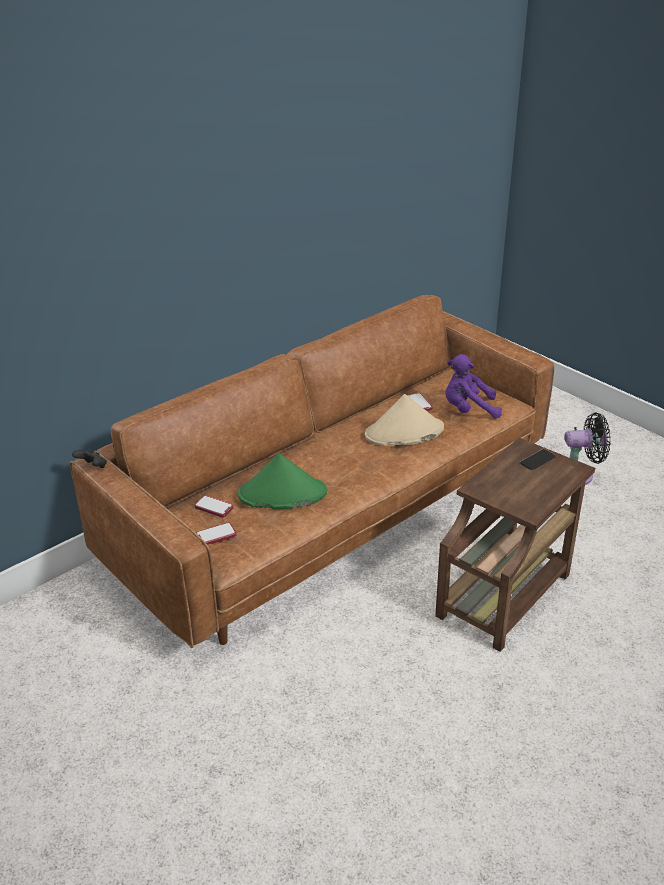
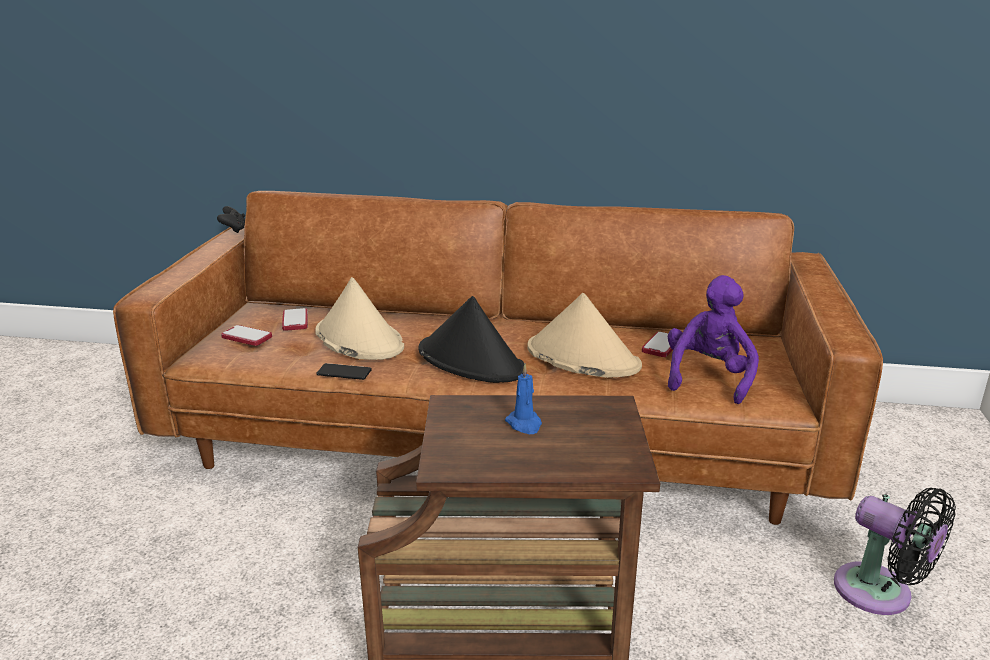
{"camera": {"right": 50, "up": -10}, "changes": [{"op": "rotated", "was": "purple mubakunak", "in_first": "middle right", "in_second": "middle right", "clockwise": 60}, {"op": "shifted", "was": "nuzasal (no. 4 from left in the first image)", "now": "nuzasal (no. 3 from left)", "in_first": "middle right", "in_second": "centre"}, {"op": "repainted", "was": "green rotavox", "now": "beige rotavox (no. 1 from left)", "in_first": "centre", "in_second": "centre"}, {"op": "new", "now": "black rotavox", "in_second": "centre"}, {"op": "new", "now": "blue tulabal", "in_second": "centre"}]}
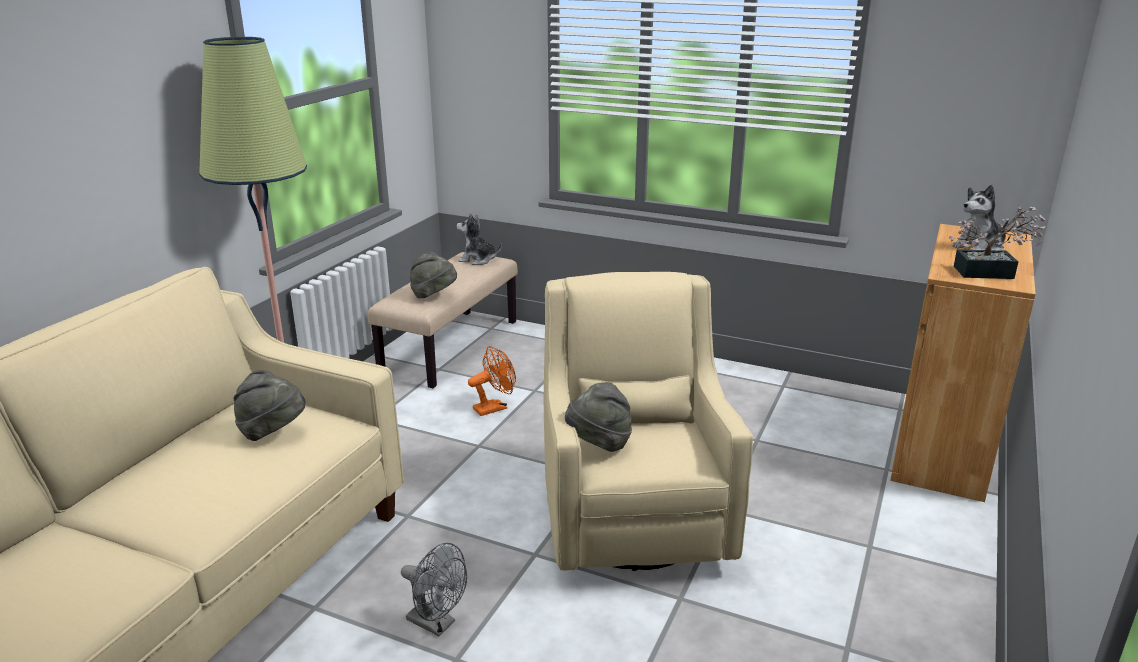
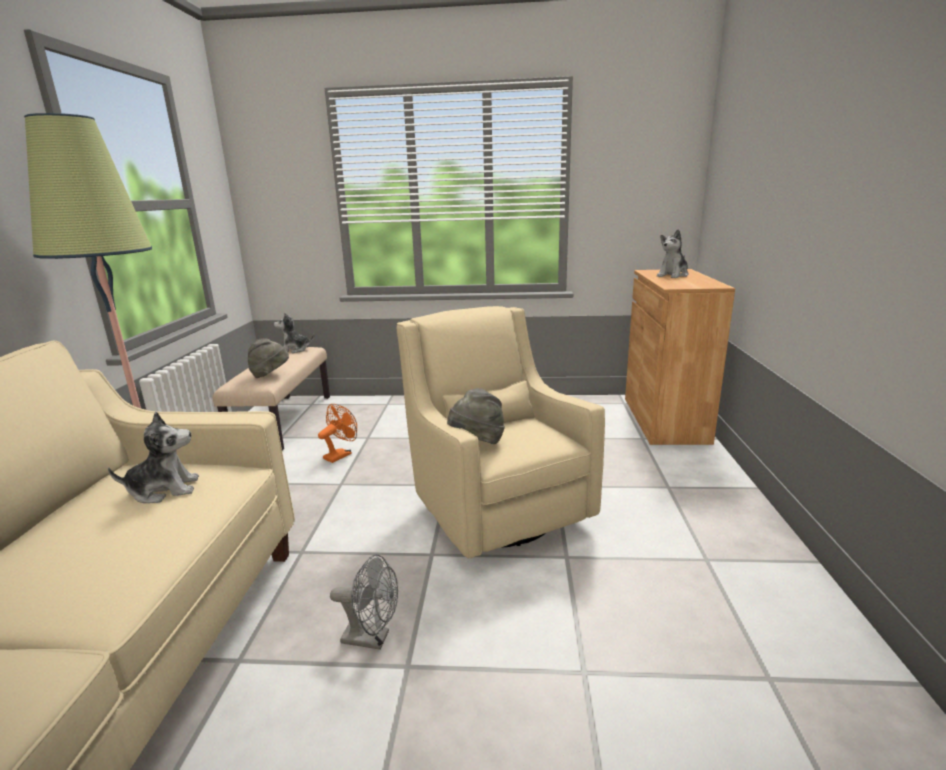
{"camera": {"right": -20, "up": -5}, "changes": [{"op": "gone", "was": "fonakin", "in_first": "middle right"}, {"op": "swapped", "was": "grey rotavox (no. 1 from left)", "now": "mubakunak (no. 1 from left)", "in_first": "middle left", "in_second": "middle left"}]}
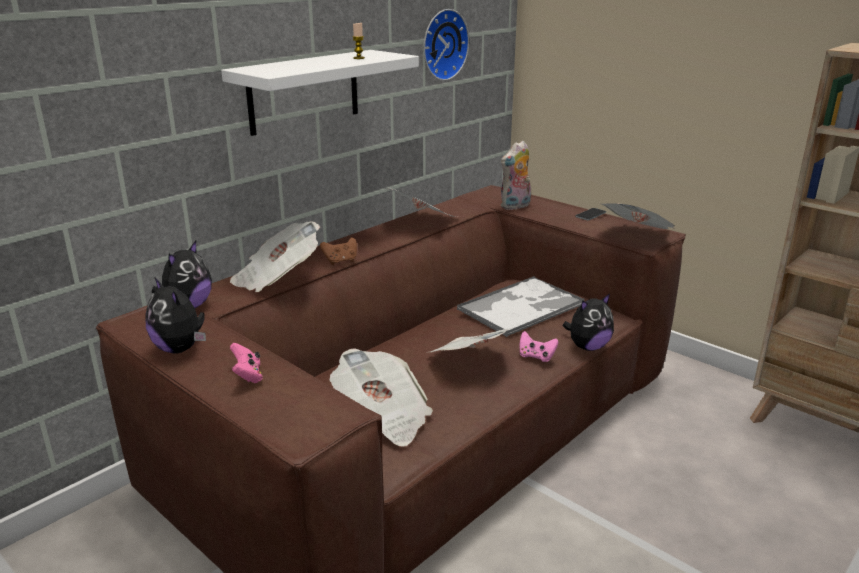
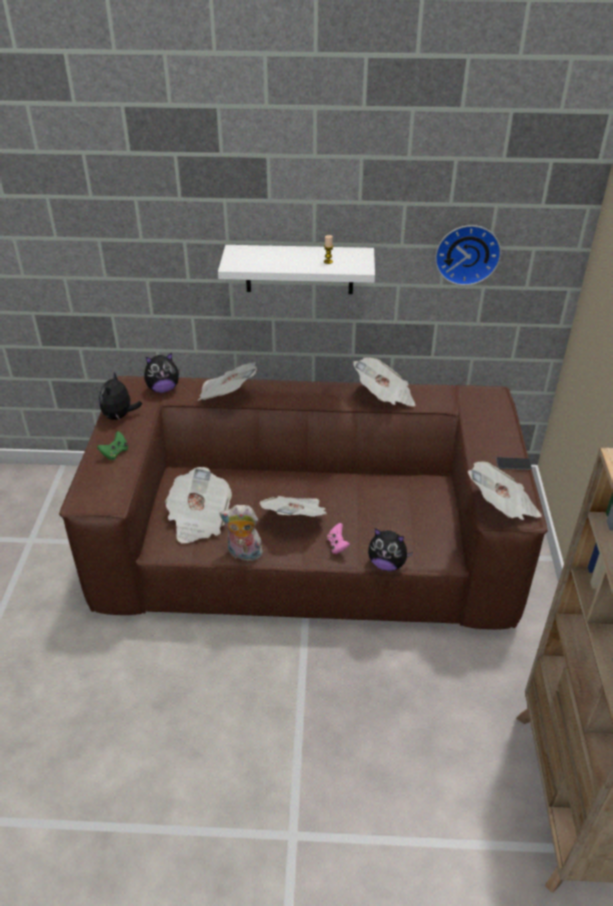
{"camera": {"right": 50, "up": 15}, "changes": [{"op": "shifted", "was": "mubakunak (no. 3 from left)", "in_first": "top centre", "in_second": "centre"}, {"op": "gone", "was": "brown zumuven", "in_first": "centre"}, {"op": "gone", "was": "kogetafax", "in_first": "centre"}, {"op": "repainted", "was": "pink zumuven (no. 1 from left)", "now": "green zumuven", "in_first": "middle left", "in_second": "middle left"}]}
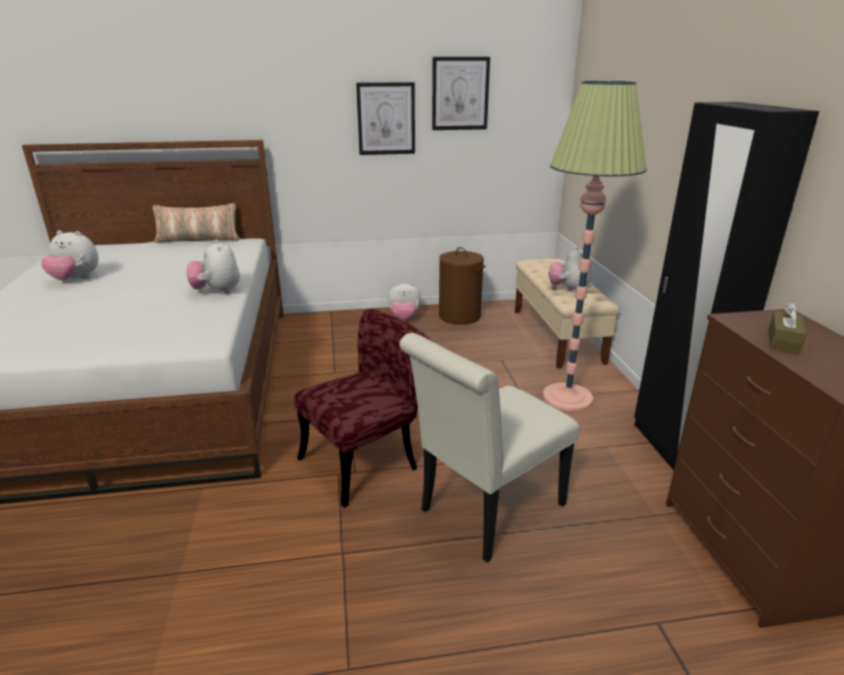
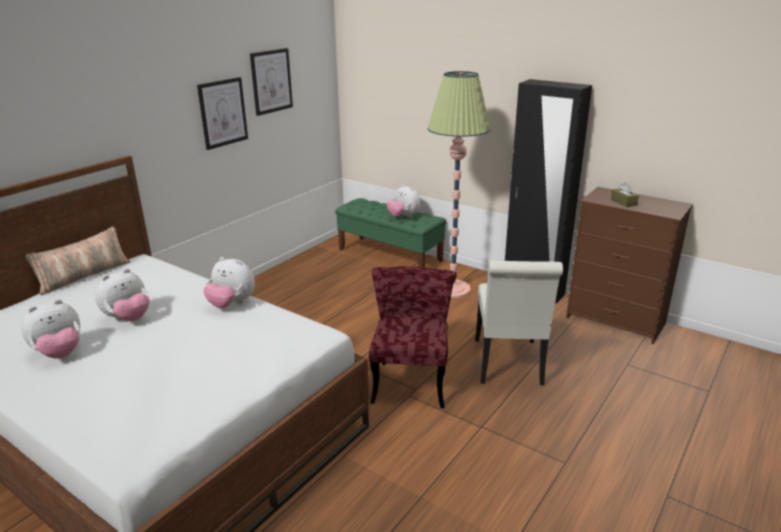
{"camera": {"right": -45, "up": 0}, "changes": [{"op": "gone", "was": "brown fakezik", "in_first": "centre"}, {"op": "repainted", "was": "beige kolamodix", "now": "green kolamodix", "in_first": "middle right", "in_second": "centre"}, {"op": "shifted", "was": "mubakunak (no. 3 from left in the first image)", "now": "mubakunak (no. 2 from left)", "in_first": "centre", "in_second": "middle left"}]}
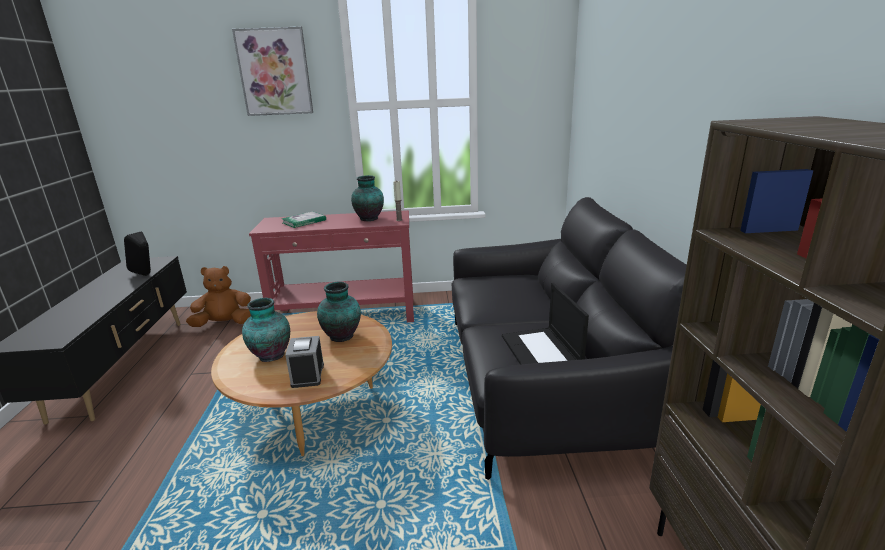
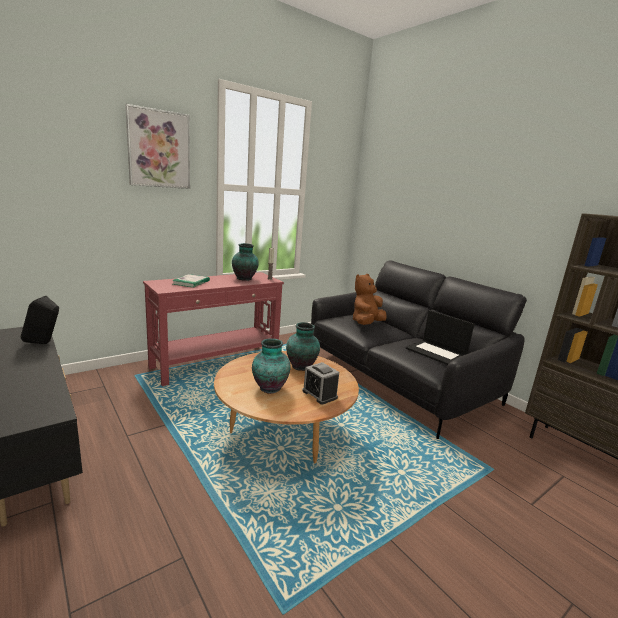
{"camera": {"right": -35, "up": -5}, "changes": [{"op": "shifted", "was": "brown mubakunak", "in_first": "middle left", "in_second": "centre"}]}
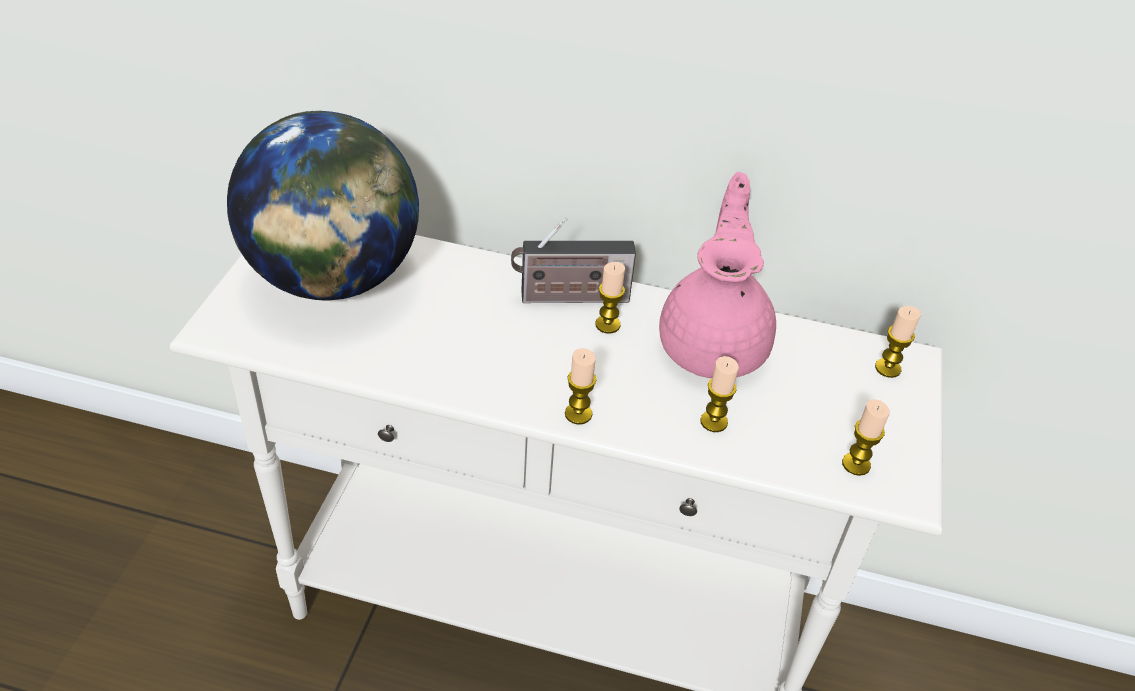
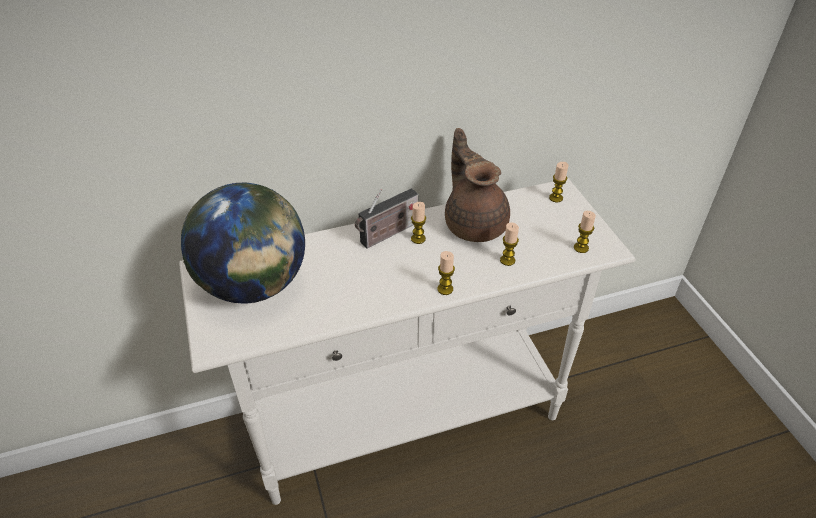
{"camera": {"right": -30, "up": 0}, "changes": [{"op": "repainted", "was": "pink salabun", "now": "brown salabun", "in_first": "centre", "in_second": "centre"}]}
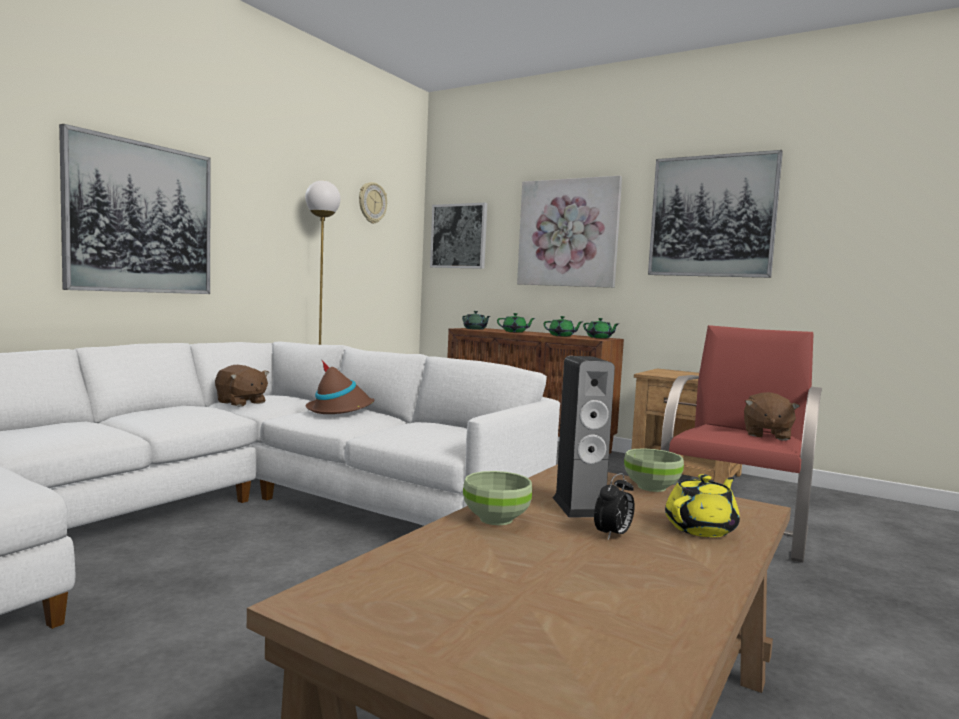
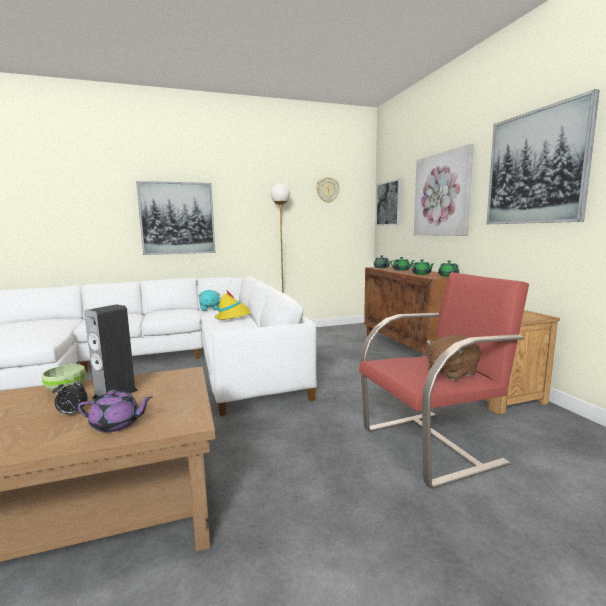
{"camera": {"right": 40, "up": 5}, "changes": [{"op": "repainted", "was": "brown rotavox", "now": "yellow rotavox", "in_first": "centre", "in_second": "centre"}, {"op": "repainted", "was": "brown mubakunak (no. 1 from left)", "now": "turquoise mubakunak", "in_first": "middle left", "in_second": "centre"}, {"op": "gone", "was": "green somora (no. 2 from left)", "in_first": "middle right"}, {"op": "repainted", "was": "yellow salabun", "now": "purple salabun", "in_first": "bottom right", "in_second": "bottom left"}]}
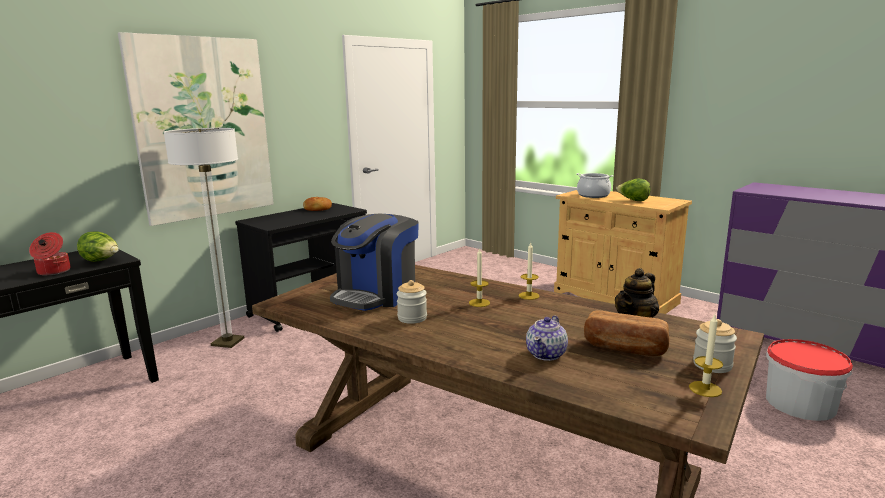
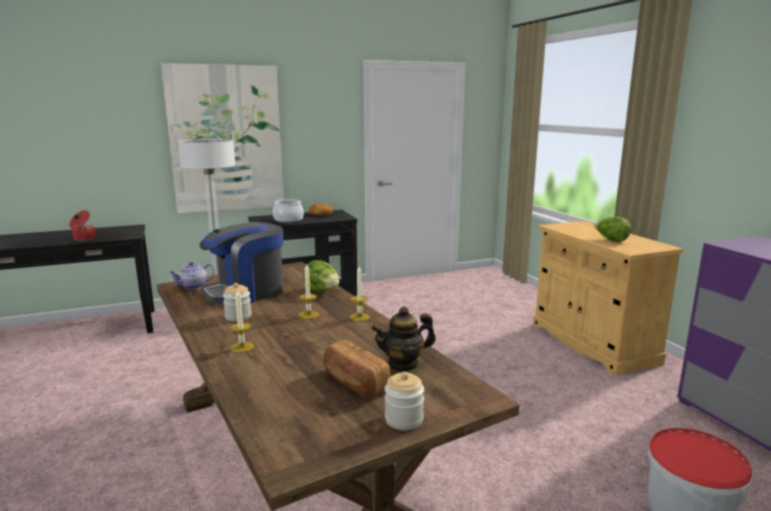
{"camera": {"right": 25, "up": 0}, "changes": [{"op": "shifted", "was": "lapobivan (no. 2 from left)", "in_first": "middle right", "in_second": "centre"}, {"op": "shifted", "was": "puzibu (no. 1 from left)", "in_first": "middle left", "in_second": "centre"}, {"op": "shifted", "was": "salabun (no. 1 from left)", "in_first": "bottom centre", "in_second": "middle left"}, {"op": "shifted", "was": "tulabal (no. 3 from left in the first image)", "now": "tulabal (no. 1 from left)", "in_first": "bottom right", "in_second": "middle left"}]}
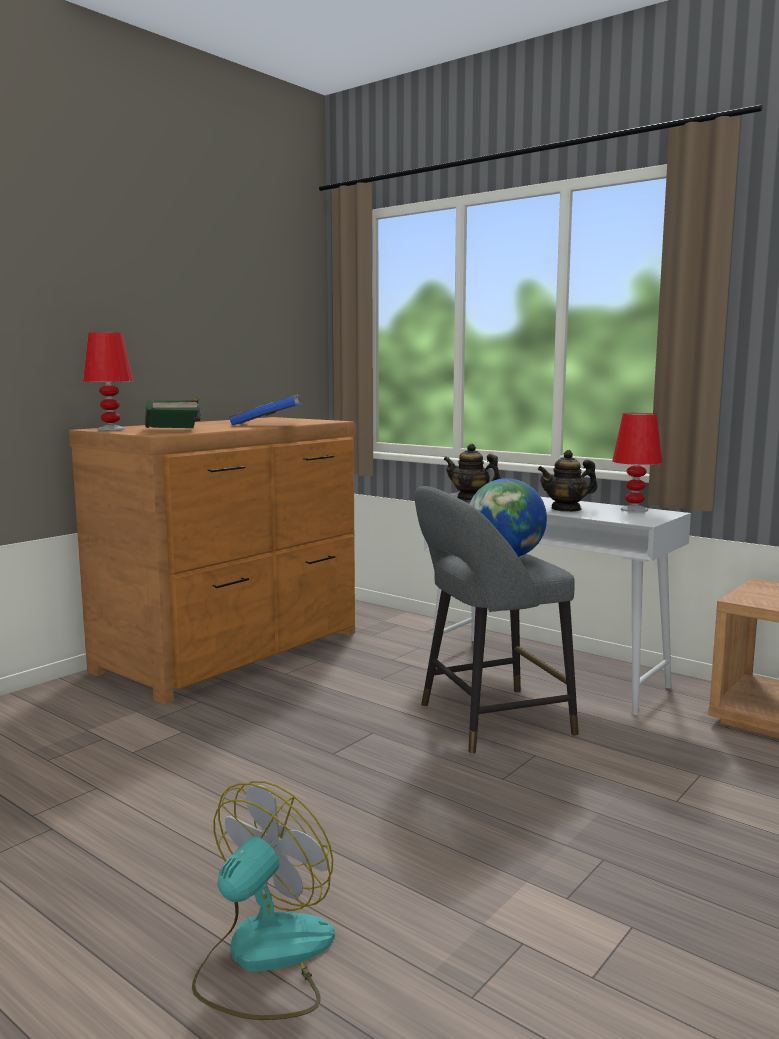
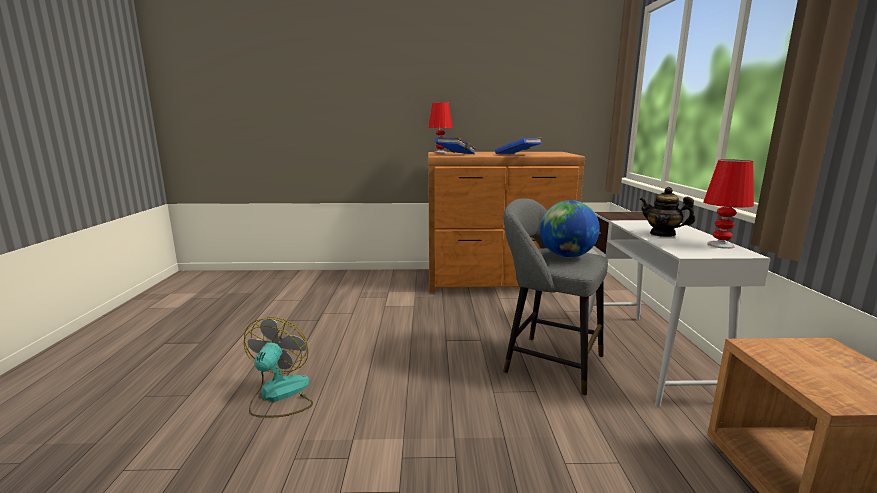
{"camera": {"right": 50, "up": 5}, "changes": [{"op": "repainted", "was": "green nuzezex", "now": "blue nuzezex (no. 1 from left)", "in_first": "middle left", "in_second": "top centre"}, {"op": "gone", "was": "salabun (no. 1 from left)", "in_first": "centre"}, {"op": "rotated", "was": "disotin", "in_first": "bottom centre", "in_second": "bottom left", "clockwise": -75}]}
